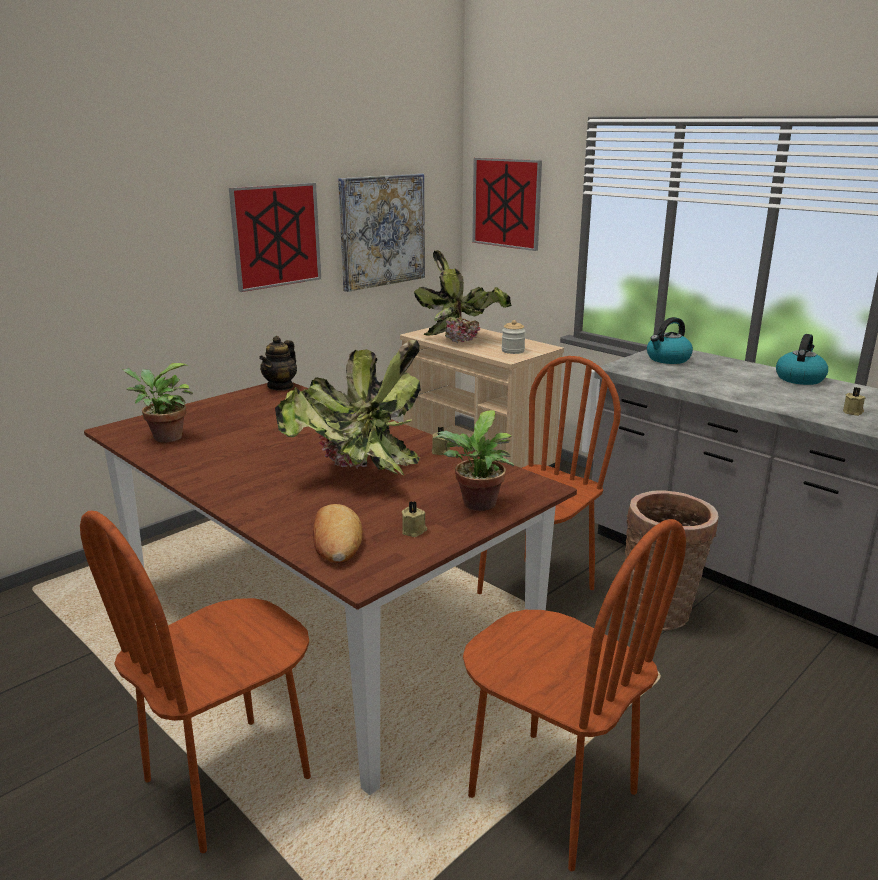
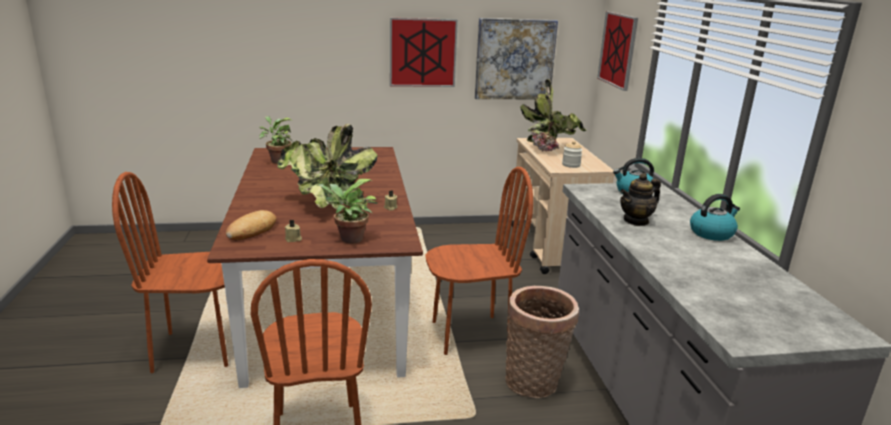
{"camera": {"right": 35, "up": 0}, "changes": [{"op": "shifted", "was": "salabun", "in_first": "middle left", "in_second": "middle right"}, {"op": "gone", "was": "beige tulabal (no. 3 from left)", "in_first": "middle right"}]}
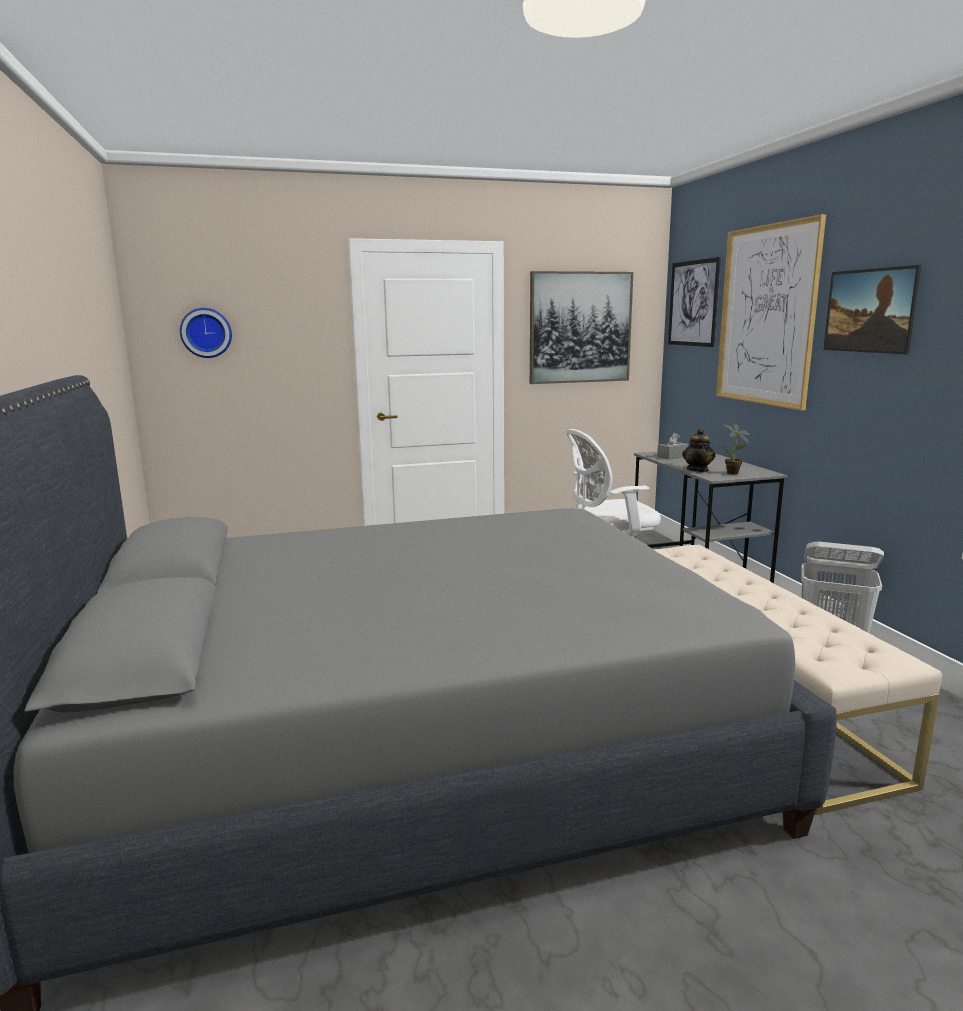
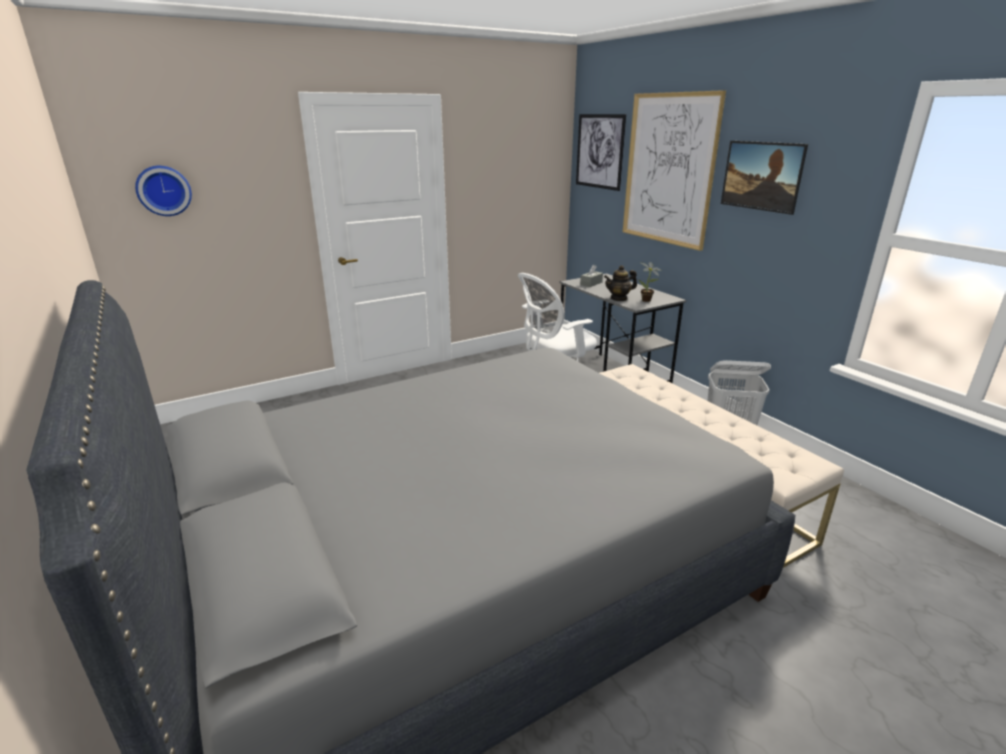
{"camera": {"right": -15, "up": 10}, "changes": [{"op": "gone", "was": "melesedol (no. 1 from left)", "in_first": "top centre"}, {"op": "rotated", "was": "salabun", "in_first": "middle right", "in_second": "centre", "clockwise": 75}]}
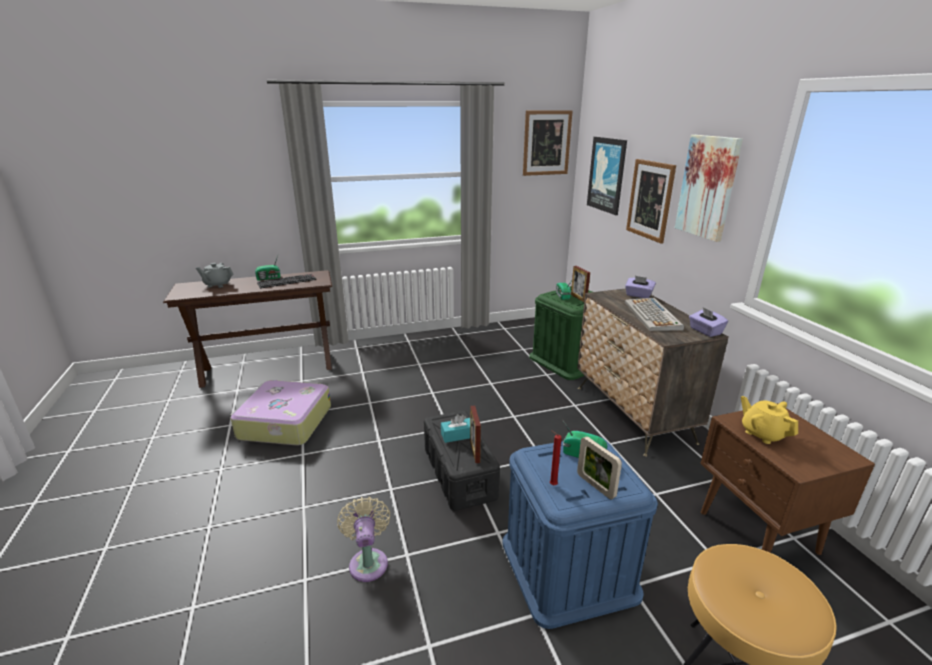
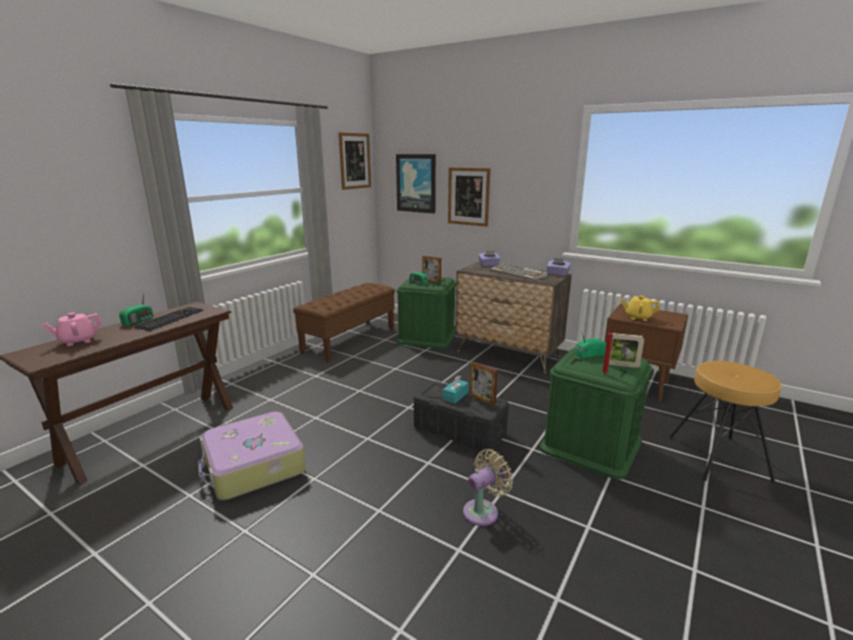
{"camera": {"right": -40, "up": -5}, "changes": [{"op": "gone", "was": "melesedol (no. 4 from left)", "in_first": "top right"}, {"op": "repainted", "was": "grey salabun", "now": "pink salabun", "in_first": "middle left", "in_second": "middle left"}, {"op": "repainted", "was": "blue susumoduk", "now": "green susumoduk (no. 2 from left)", "in_first": "bottom centre", "in_second": "middle right"}, {"op": "rotated", "was": "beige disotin", "in_first": "bottom centre", "in_second": "bottom centre", "clockwise": 105}, {"op": "new", "now": "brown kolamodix", "in_second": "centre"}]}
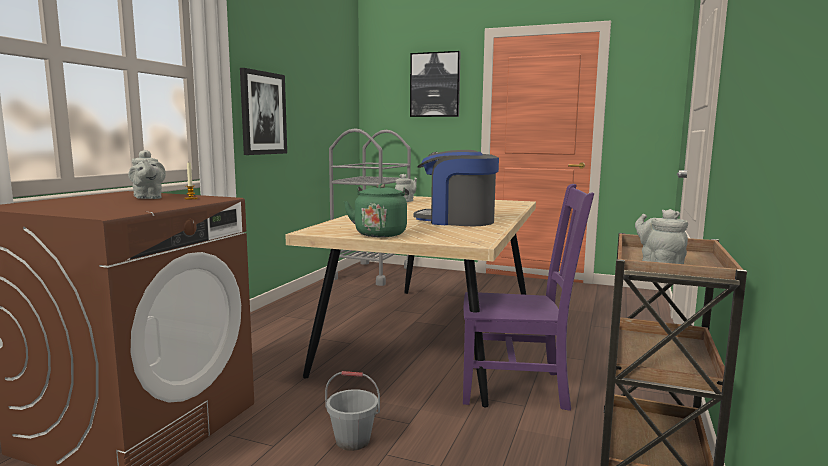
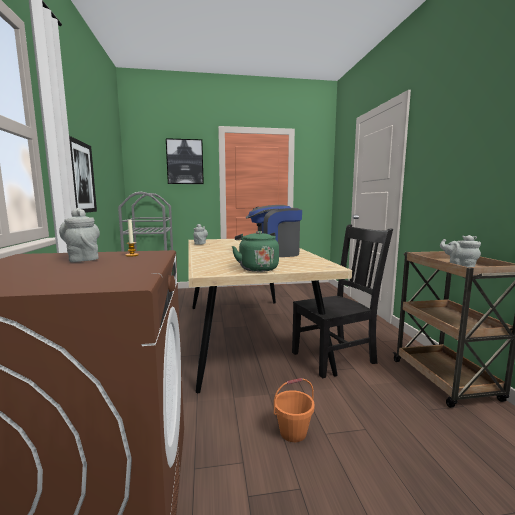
{"camera": {"right": -30, "up": 0}, "changes": [{"op": "rotated", "was": "grey salabun (no. 1 from left)", "in_first": "middle left", "in_second": "middle left", "clockwise": -150}, {"op": "repainted", "was": "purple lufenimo", "now": "black lufenimo", "in_first": "centre", "in_second": "centre"}, {"op": "repainted", "was": "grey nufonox", "now": "orange nufonox", "in_first": "bottom centre", "in_second": "bottom centre"}]}
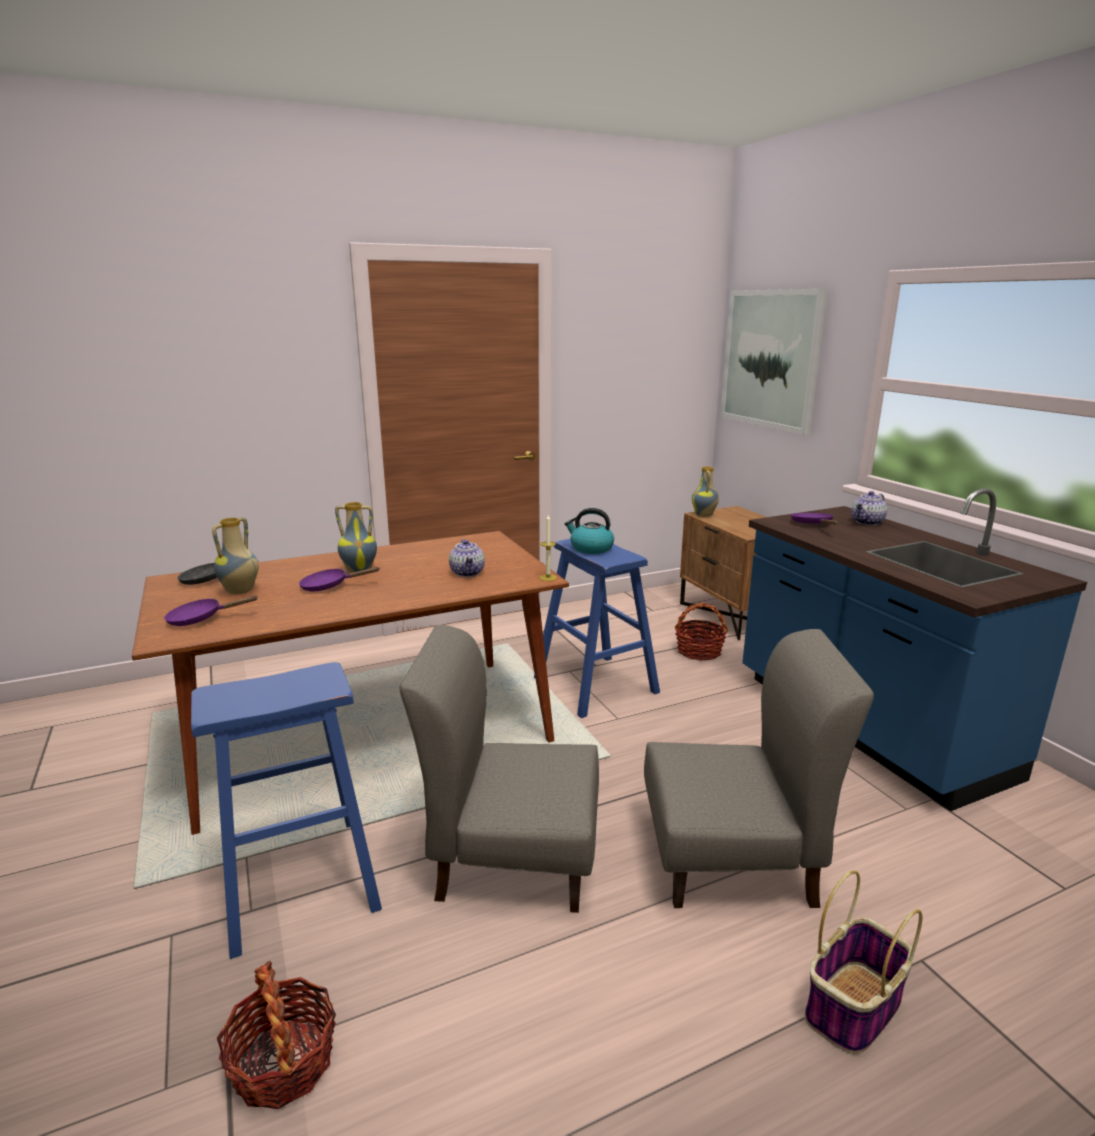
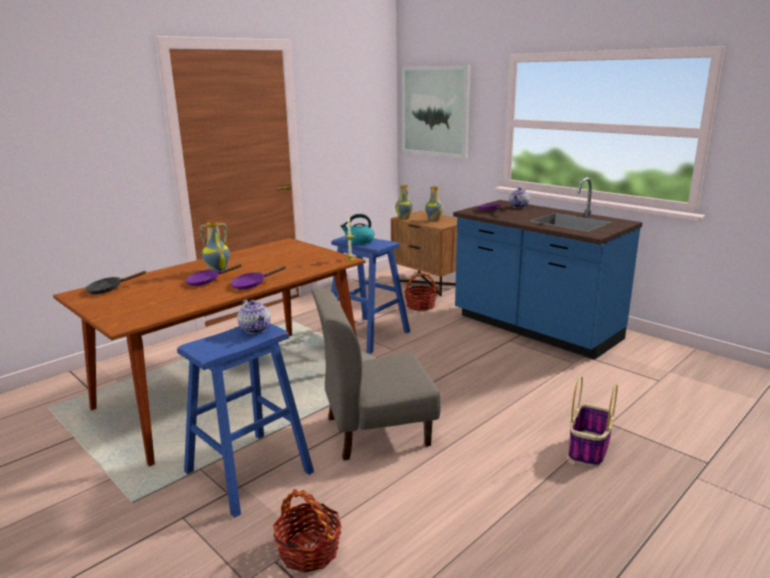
{"camera": {"right": -20, "up": 0}, "changes": [{"op": "shifted", "was": "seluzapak (no. 1 from left in the first image)", "now": "seluzapak (no. 3 from left)", "in_first": "middle left", "in_second": "centre"}, {"op": "shifted", "was": "salabun (no. 1 from left)", "in_first": "centre", "in_second": "middle left"}, {"op": "shifted", "was": "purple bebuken (no. 1 from left in the first image)", "now": "purple bebuken (no. 2 from left)", "in_first": "middle left", "in_second": "centre"}, {"op": "gone", "was": "grey lufenimo (no. 2 from left)", "in_first": "bottom right"}]}
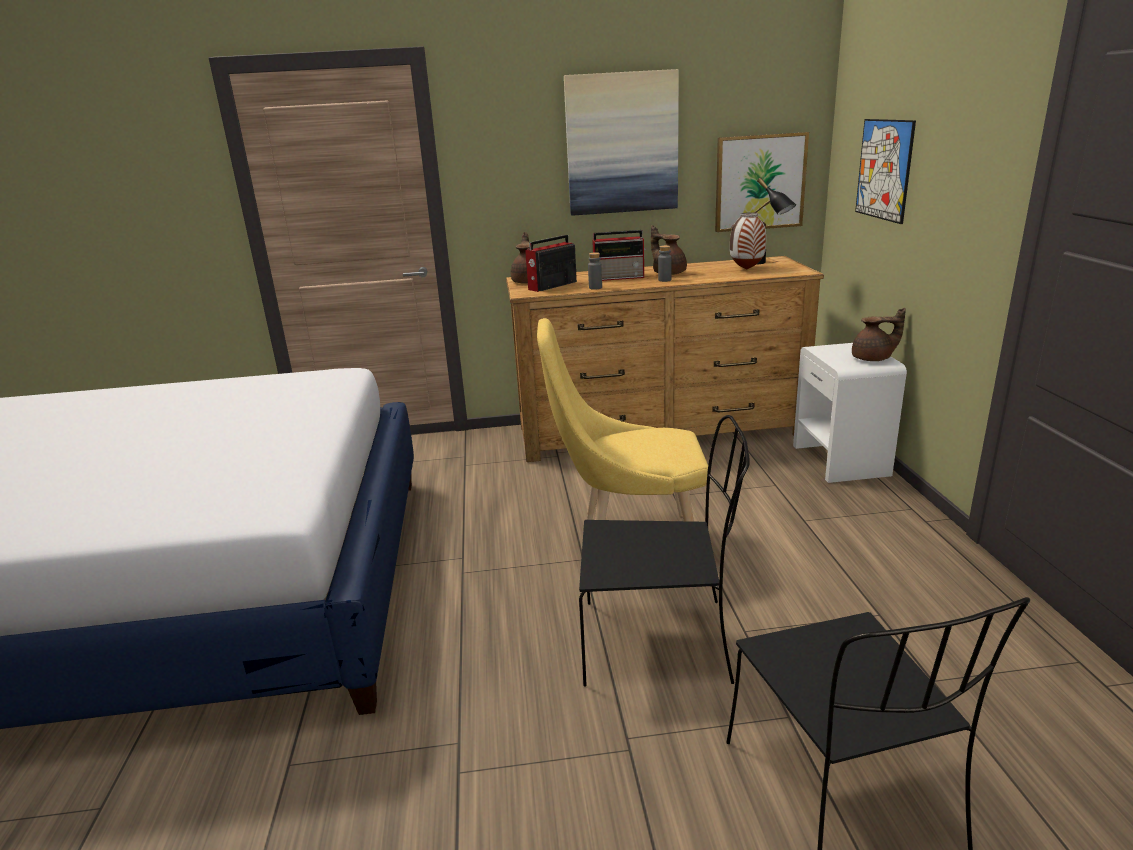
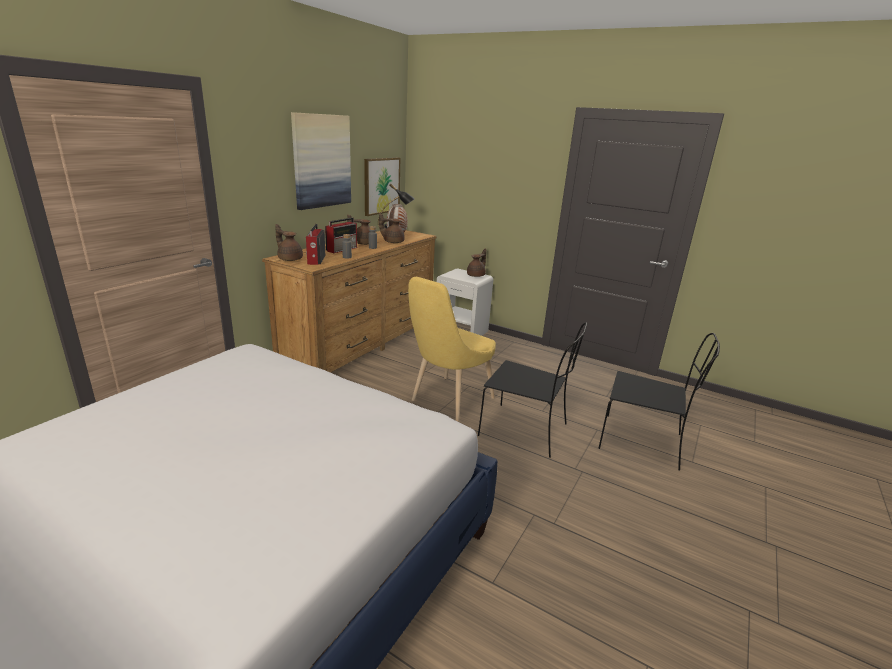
{"camera": {"right": -55, "up": 0}, "changes": [{"op": "gone", "was": "melesedol (no. 3 from left)", "in_first": "top right"}, {"op": "rotated", "was": "black lufenimo (no. 1 from left)", "in_first": "centre", "in_second": "centre", "clockwise": 75}, {"op": "new", "now": "brown salabun (no. 3 from left)", "in_second": "centre"}]}
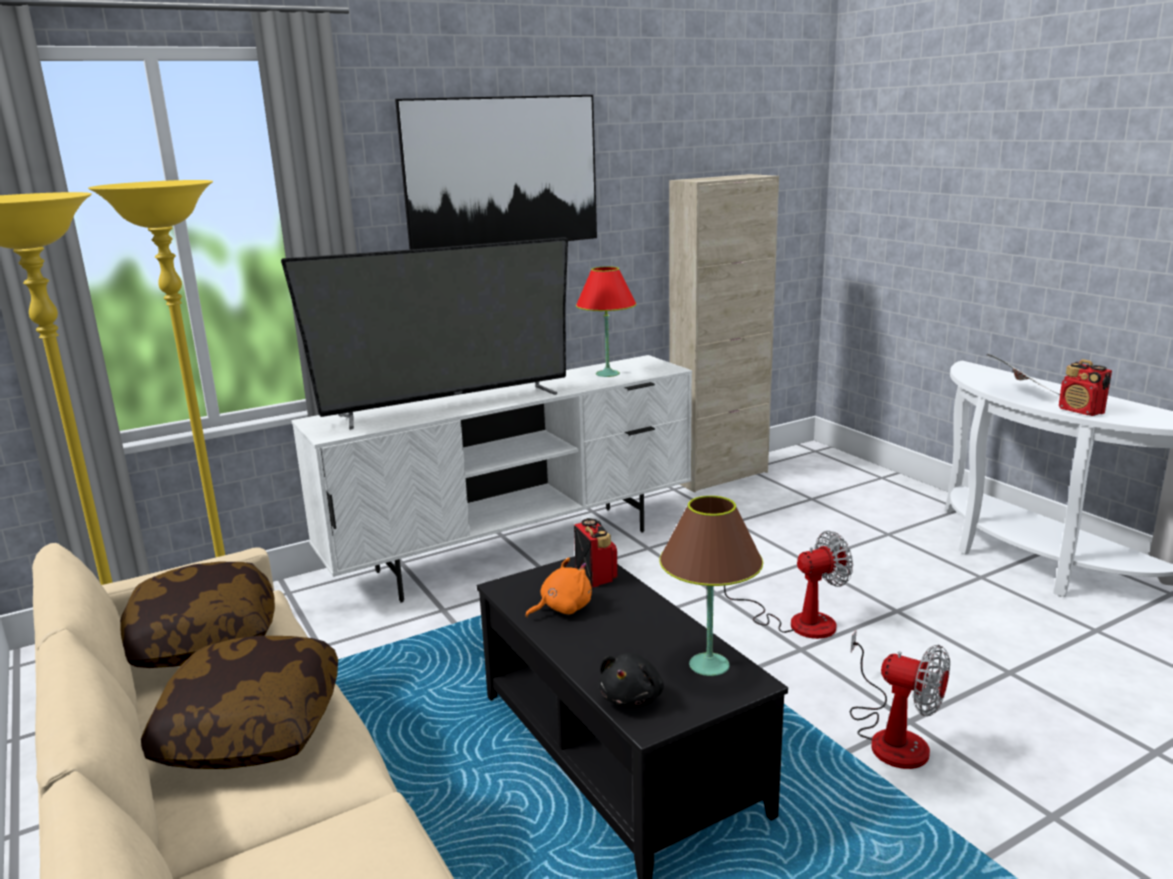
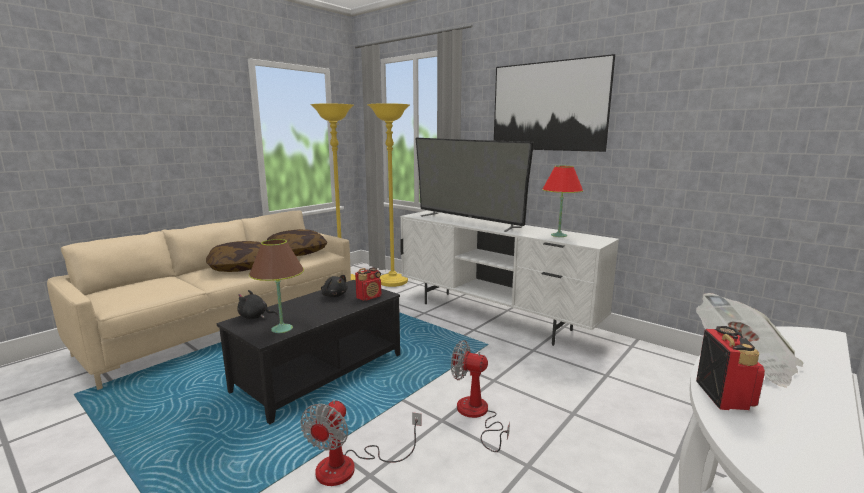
{"camera": {"right": 70, "up": -5}, "changes": [{"op": "gone", "was": "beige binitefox", "in_first": "centre"}, {"op": "rotated", "was": "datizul (no. 2 from left)", "in_first": "middle right", "in_second": "bottom right", "clockwise": 150}, {"op": "rotated", "was": "disotin (no. 1 from left in the first image)", "in_first": "middle right", "in_second": "bottom centre", "clockwise": 150}, {"op": "repainted", "was": "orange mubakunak", "now": "black mubakunak (no. 2 from left)", "in_first": "bottom centre", "in_second": "centre"}]}
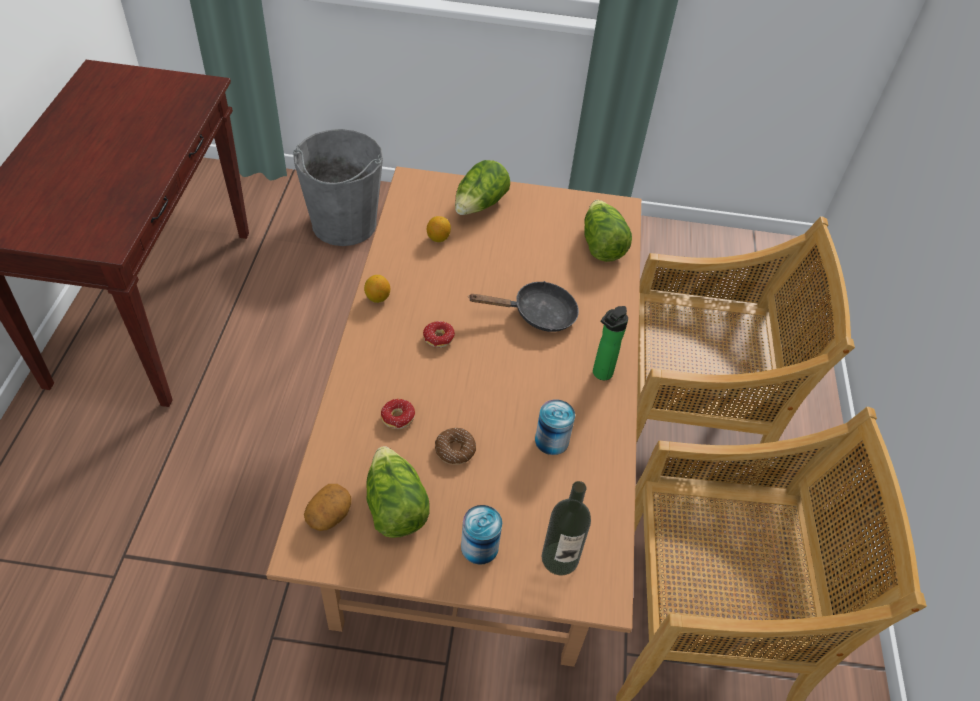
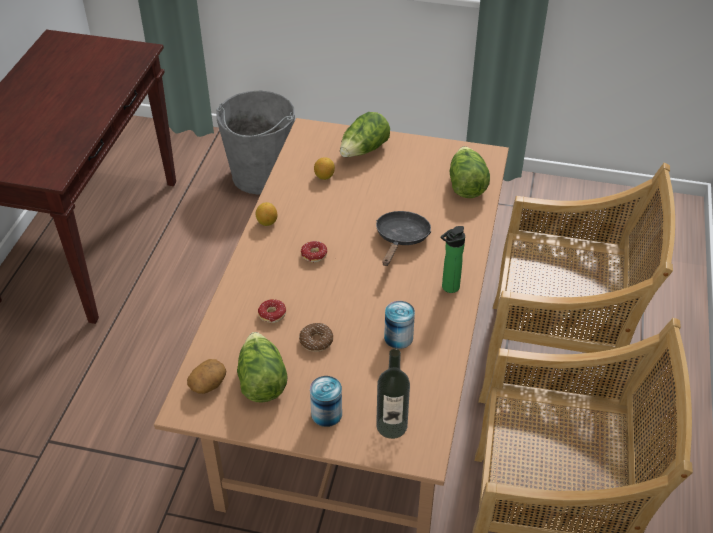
{"camera": {"right": 10, "up": -5}, "changes": [{"op": "rotated", "was": "black bebuken", "in_first": "centre", "in_second": "centre", "clockwise": -75}]}
